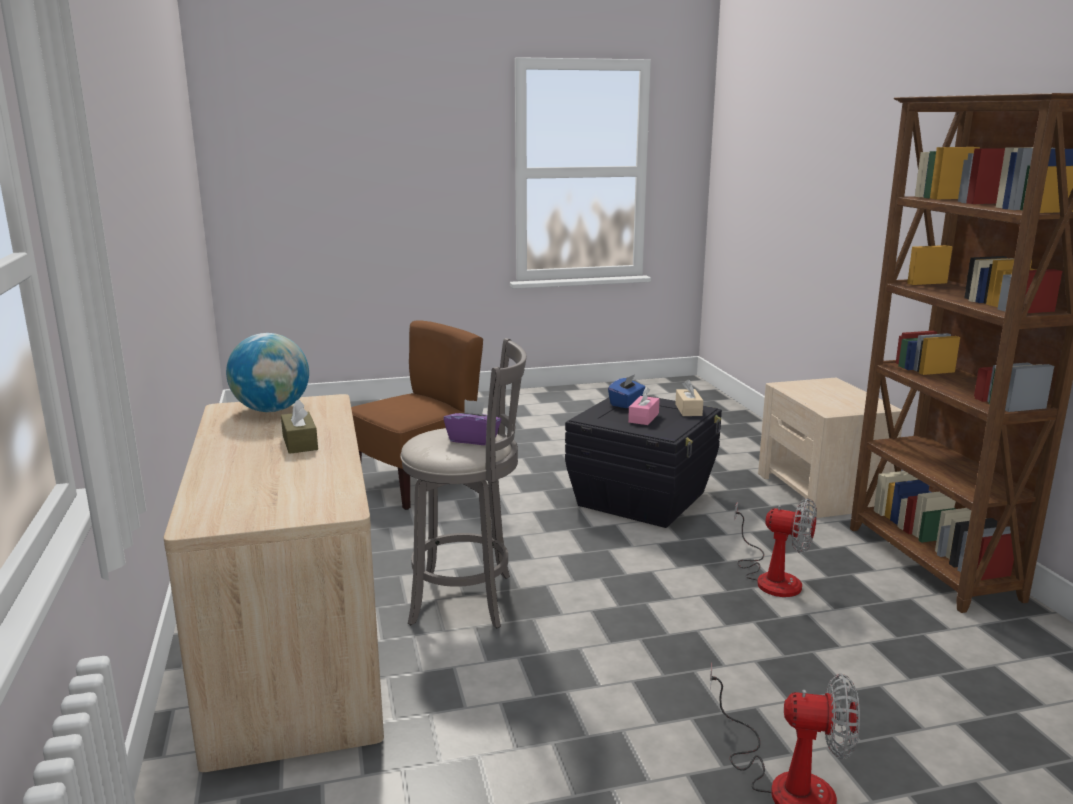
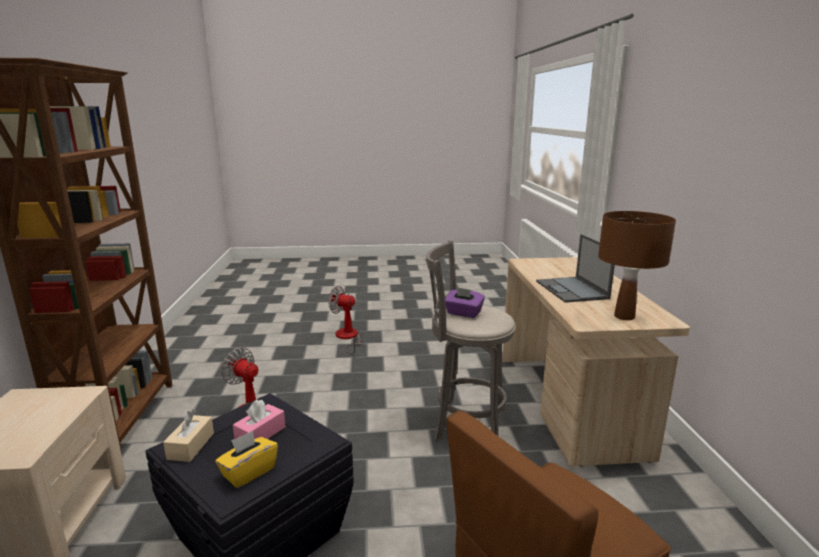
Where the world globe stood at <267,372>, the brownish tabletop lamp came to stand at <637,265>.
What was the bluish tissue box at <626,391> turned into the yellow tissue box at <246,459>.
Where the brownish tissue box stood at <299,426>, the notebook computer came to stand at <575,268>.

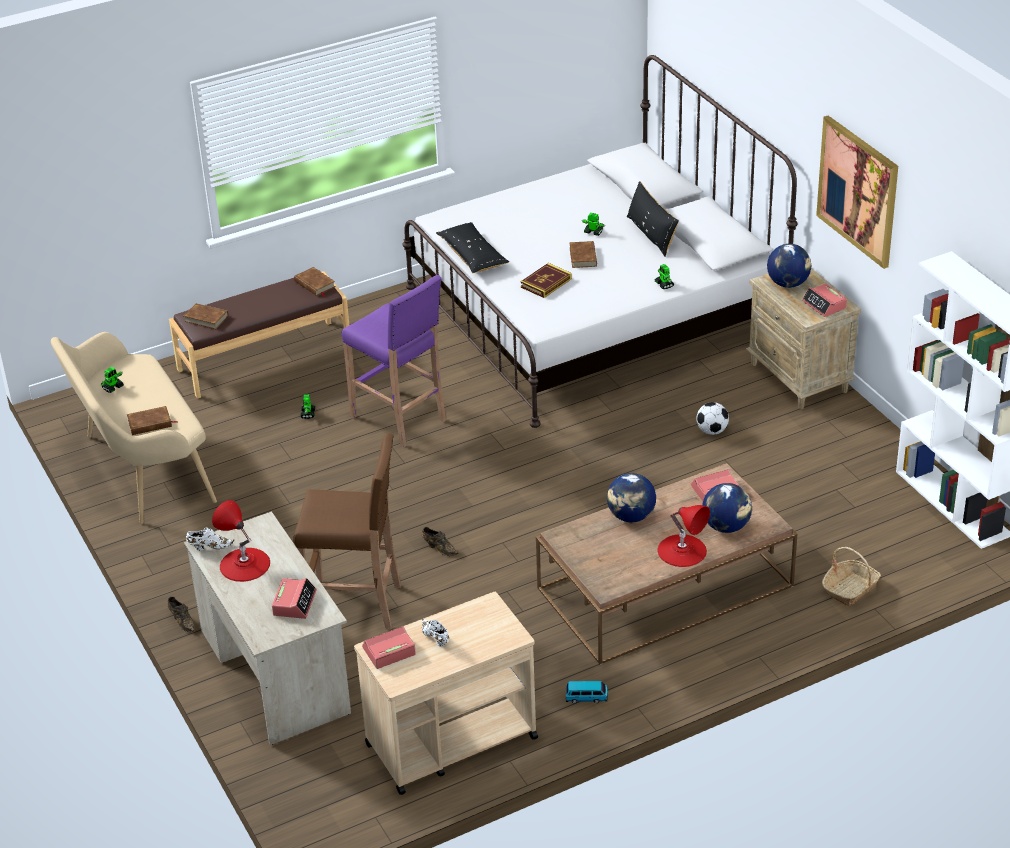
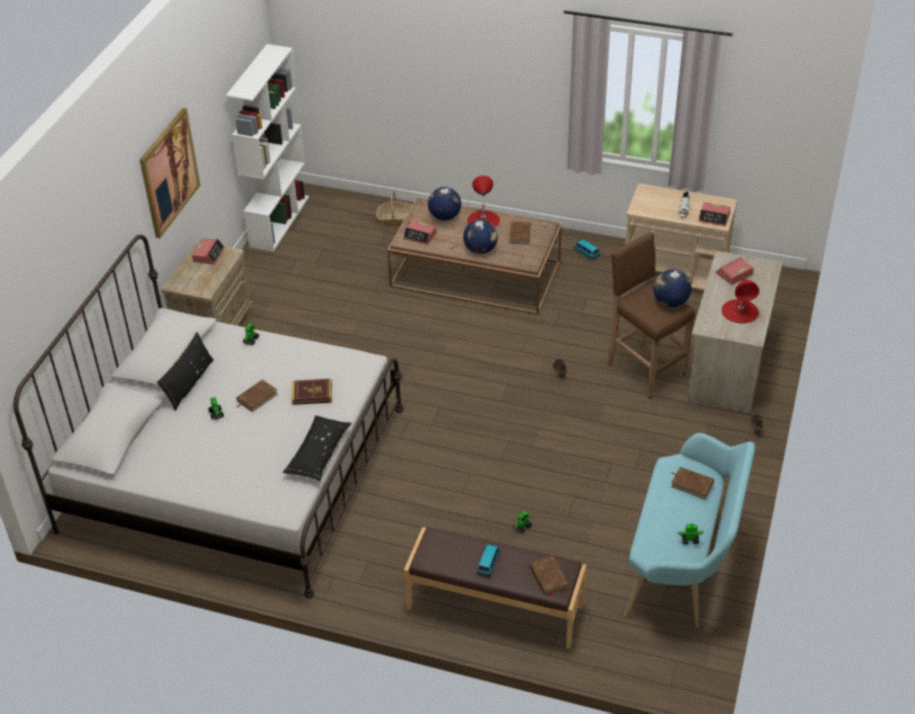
The world globe ended up elsewhere, having gone from <789,266> to <672,288>.
The brownish bound book ended up elsewhere, having gone from <314,282> to <519,233>.
The second view lost the purplish stool seat at <393,361>.
What was the beige indoor bench at <134,428> turned into the blue-green indoor bench at <689,530>.
The second view lost the ball for football at <712,418>.
The second view lost the white-coloured item of footwear at <210,539>.
The second view gained the toy car at <489,560>.

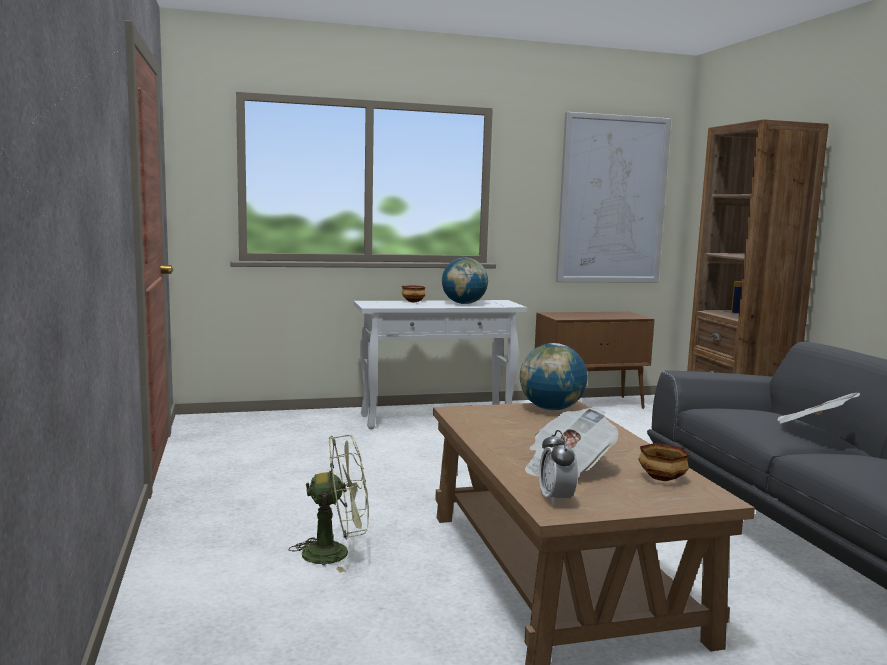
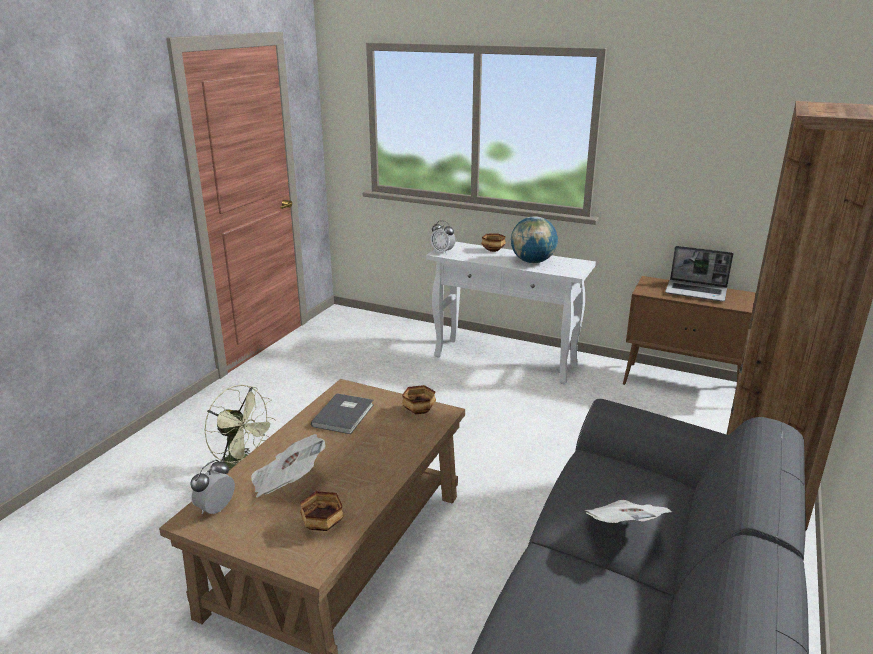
The second view lost the wall picture at <613,197>.
Where the world globe stood at <554,376>, the serving bowl came to stand at <419,399>.
The second view gained the alarm clock at <443,237>.
The second view gained the notebook computer at <699,273>.
The second view gained the gray bound book at <342,413>.

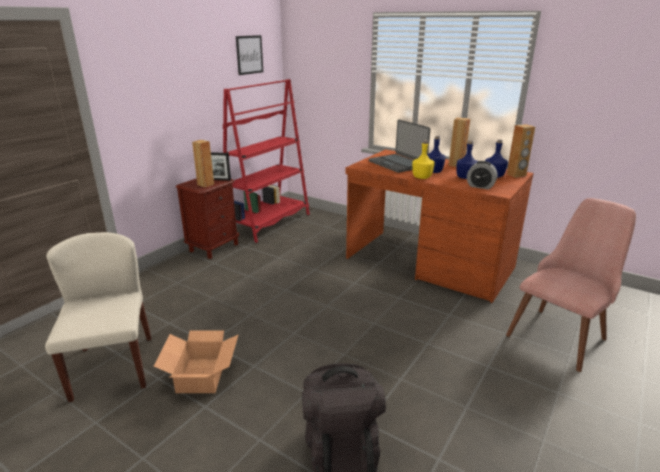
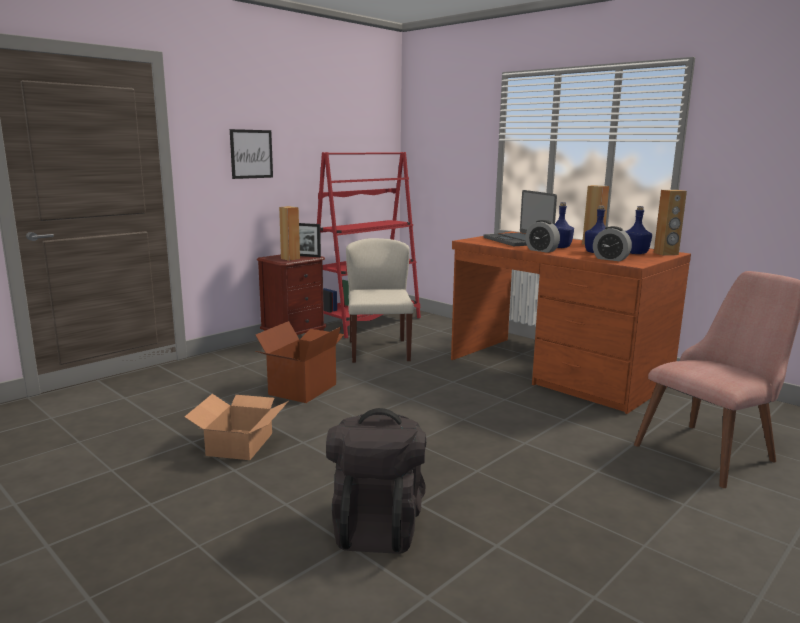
The wall picture ended up elsewhere, having gone from <249,55> to <251,154>.
Where the yellow beverage bottle stood at <423,159>, the alarm clock came to stand at <542,236>.
The beige chair ended up elsewhere, having gone from <98,317> to <380,300>.
The second view gained the carton at <300,362>.

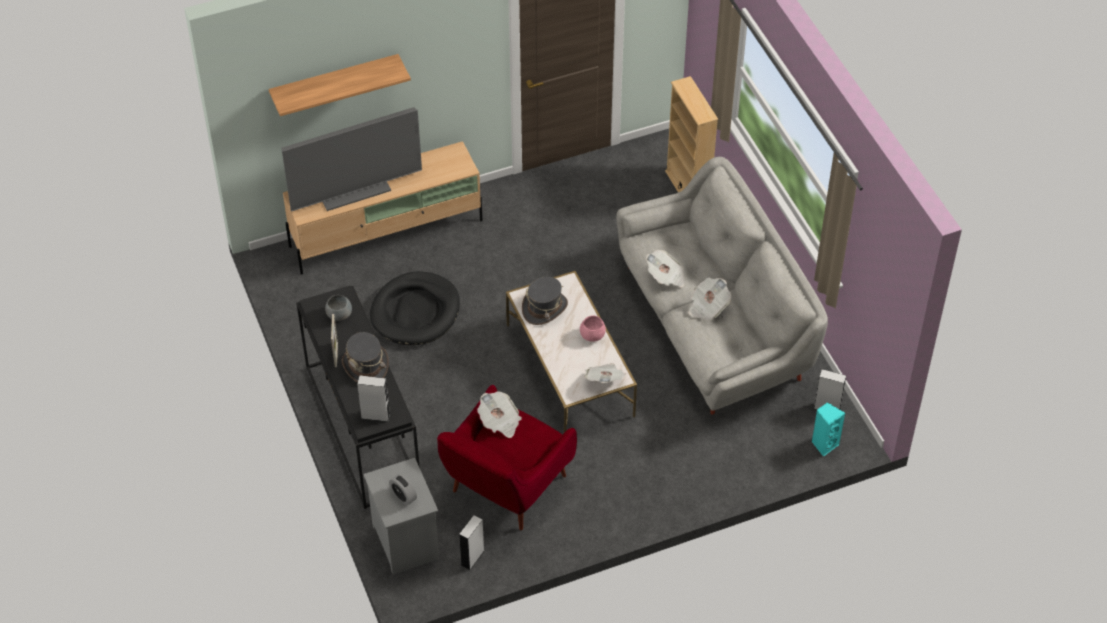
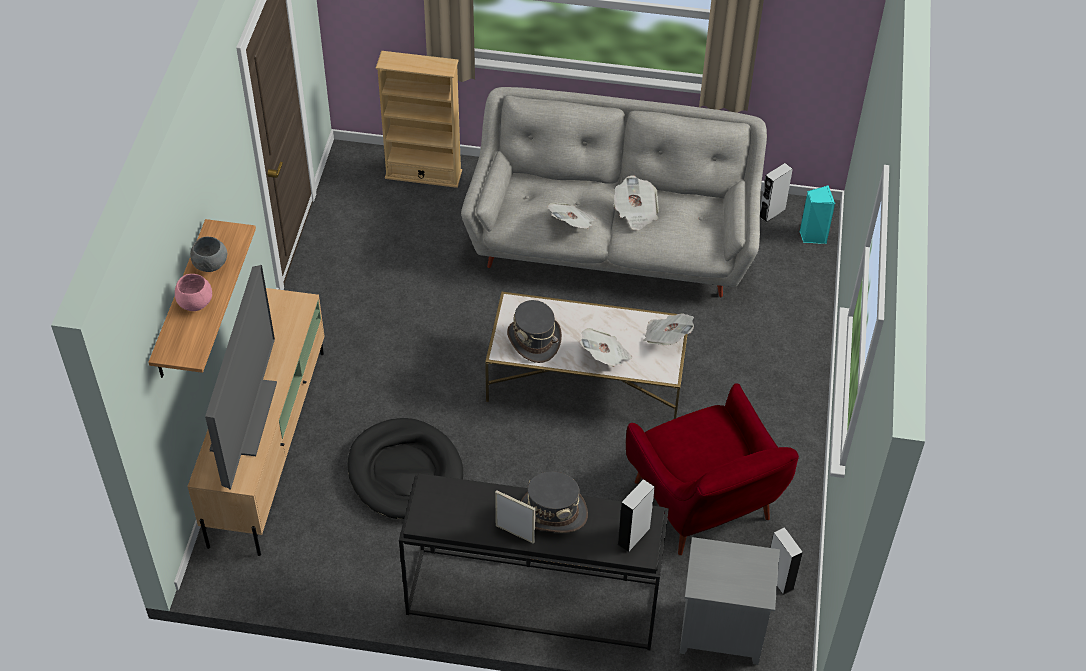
The gray serving bowl ended up elsewhere, having gone from <338,308> to <208,254>.
The pink serving bowl ended up elsewhere, having gone from <593,329> to <193,292>.
The printed paper ended up elsewhere, having gone from <499,414> to <605,347>.
The second view lost the alarm clock at <403,489>.

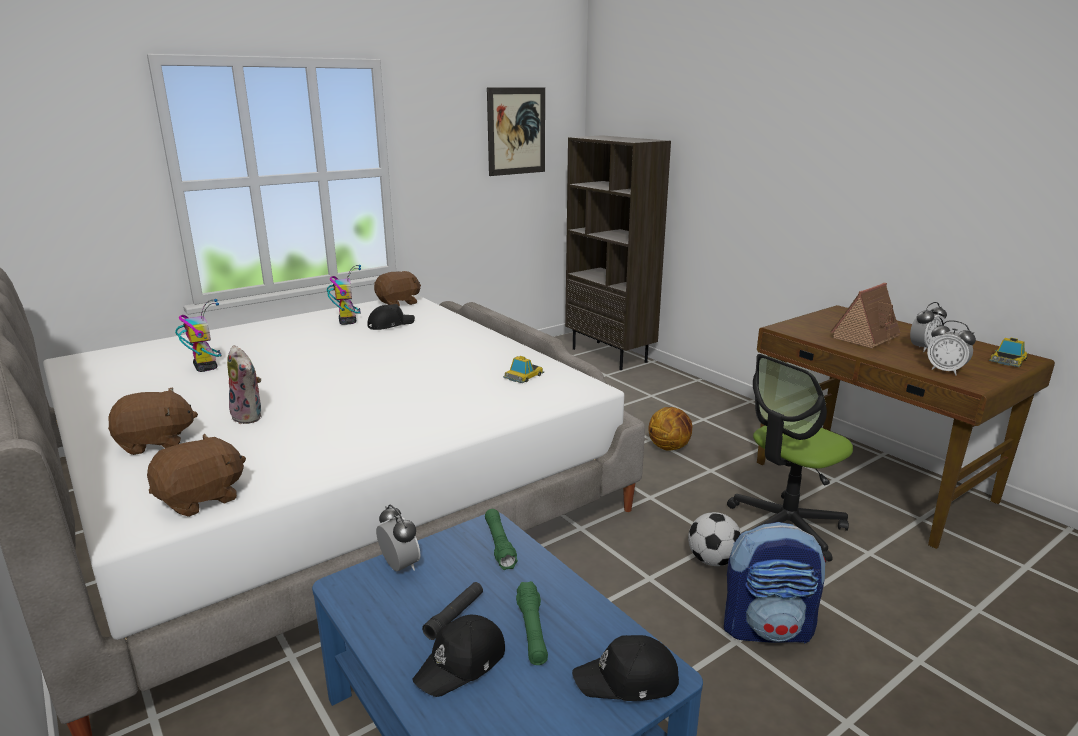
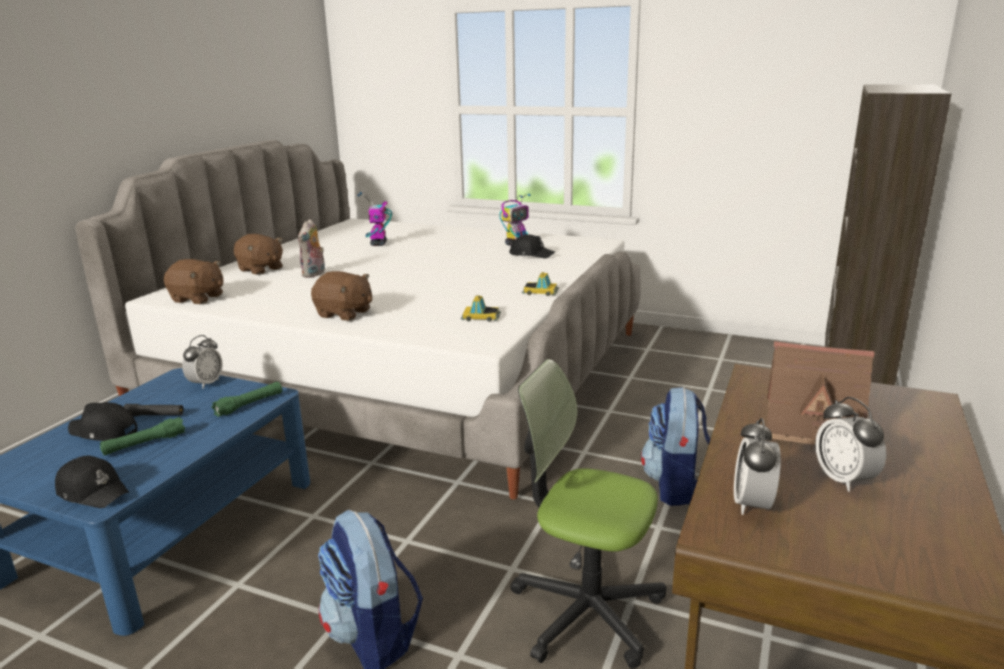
The second view lost the wall picture at <516,131>.
The brownish plush toy ended up elsewhere, having gone from <397,289> to <341,296>.
The robot figure at <198,335> ended up facing another way, 150 degrees clockwise from before.
The alarm clock at <928,327> ended up facing another way, 45 degrees clockwise from before.
The toy car ended up elsewhere, having gone from <1008,352> to <540,284>.
Where the ball for basketball stood at <670,429>, the backpack came to stand at <676,446>.
The second view lost the ball for football at <714,539>.
The black peaked cap at <625,668> ended up facing another way, 150 degrees clockwise from before.

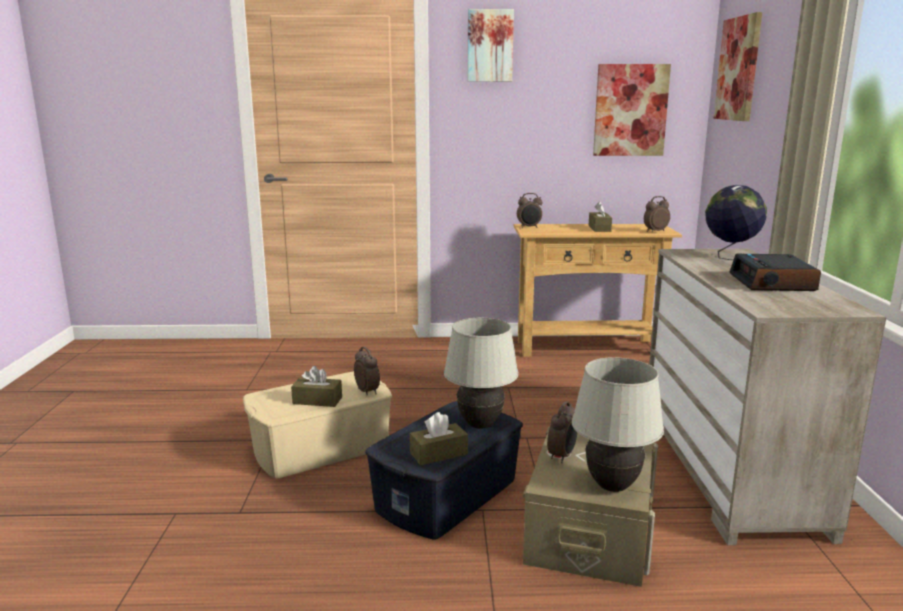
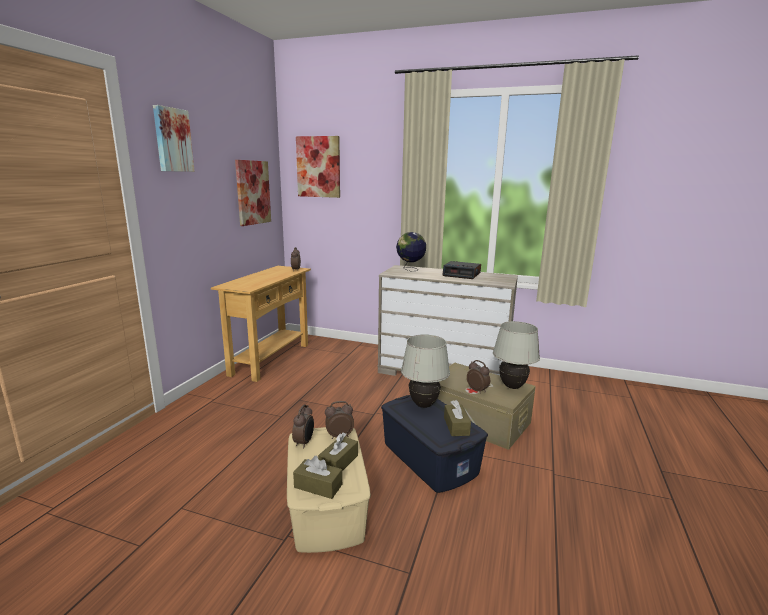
The alarm clock ended up elsewhere, having gone from <530,210> to <303,426>.
The brownish tissue box ended up elsewhere, having gone from <600,216> to <317,477>.

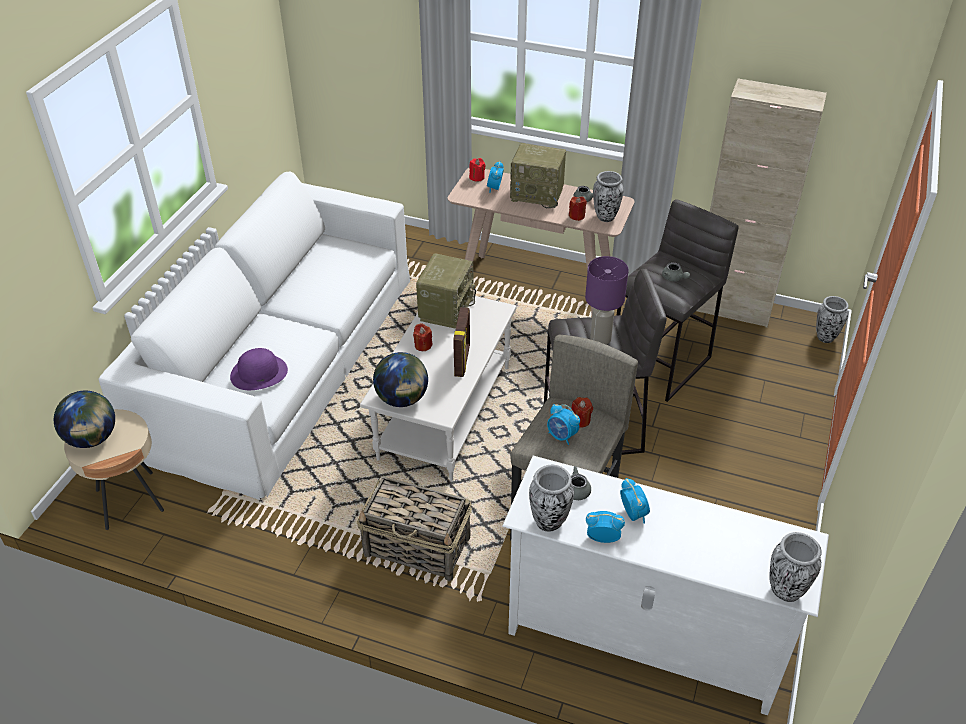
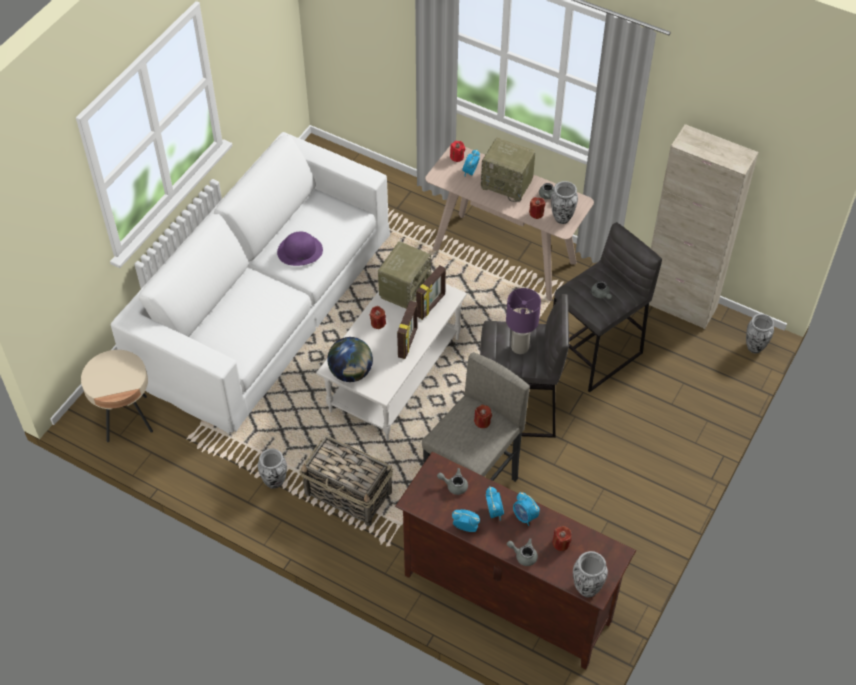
The purplish hat ended up elsewhere, having gone from <259,369> to <300,248>.
The second view lost the world globe at <84,419>.
The alarm clock ended up elsewhere, having gone from <563,424> to <526,509>.
What was the white-coloured tv stand at <665,585> turned into the brownish tv stand at <515,561>.
The vase ended up elsewhere, having gone from <551,498> to <272,469>.
The second view gained the photo frame at <431,292>.
The second view gained the red-coloured candle at <562,538>.
The second view gained the gray teapot at <522,552>.

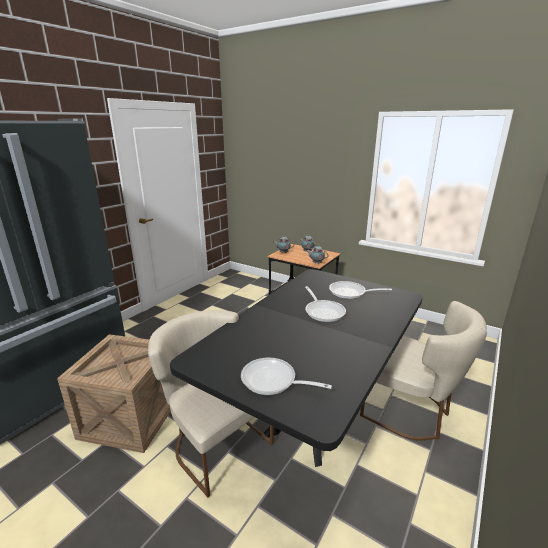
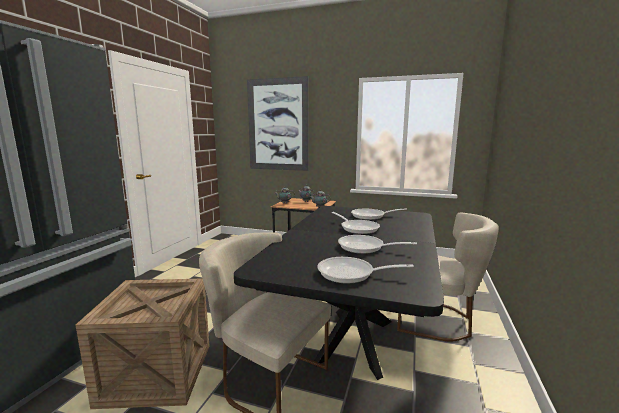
The second view gained the wall picture at <278,123>.
The second view gained the frying pan at <377,244>.

